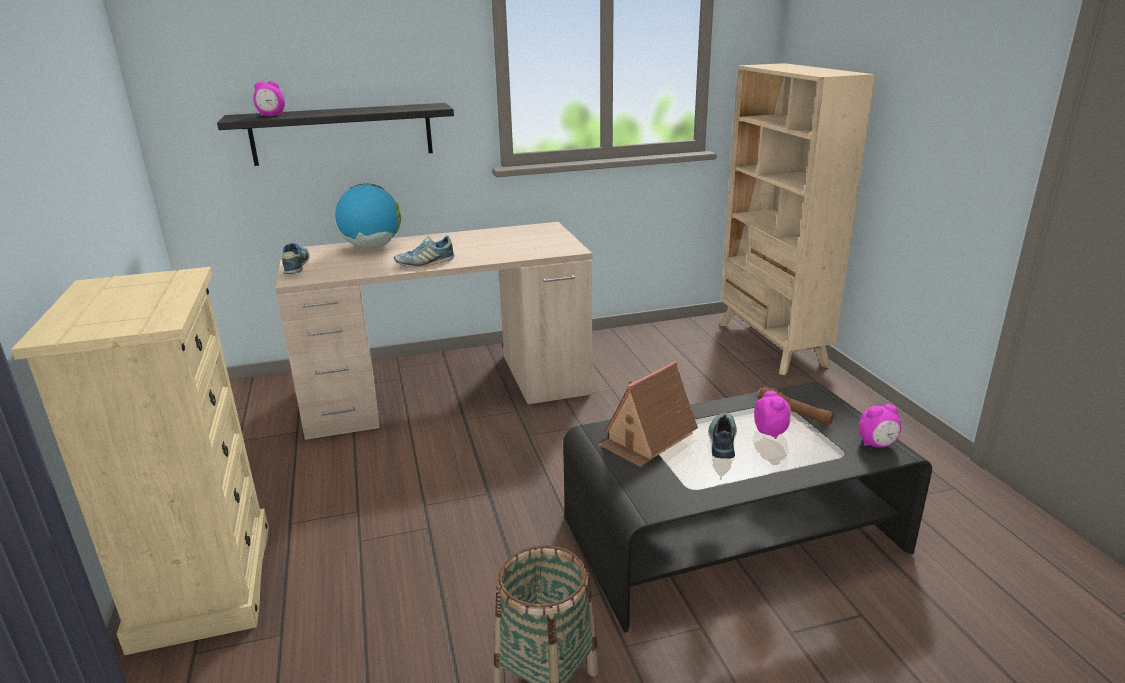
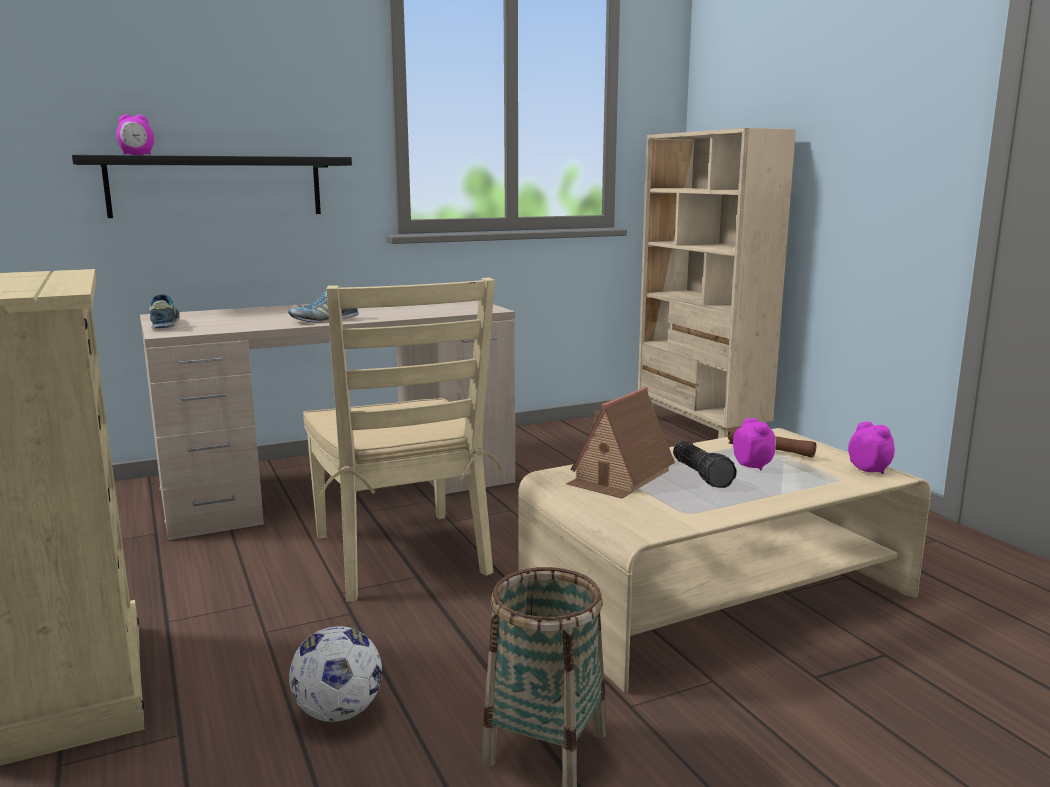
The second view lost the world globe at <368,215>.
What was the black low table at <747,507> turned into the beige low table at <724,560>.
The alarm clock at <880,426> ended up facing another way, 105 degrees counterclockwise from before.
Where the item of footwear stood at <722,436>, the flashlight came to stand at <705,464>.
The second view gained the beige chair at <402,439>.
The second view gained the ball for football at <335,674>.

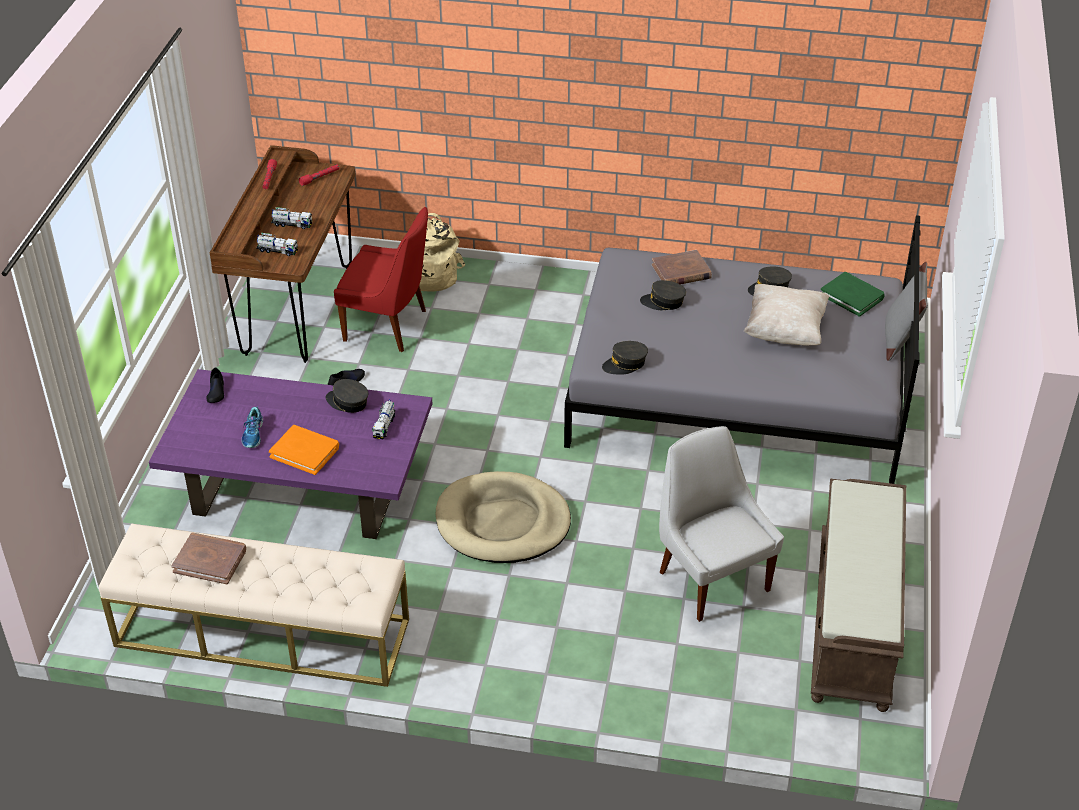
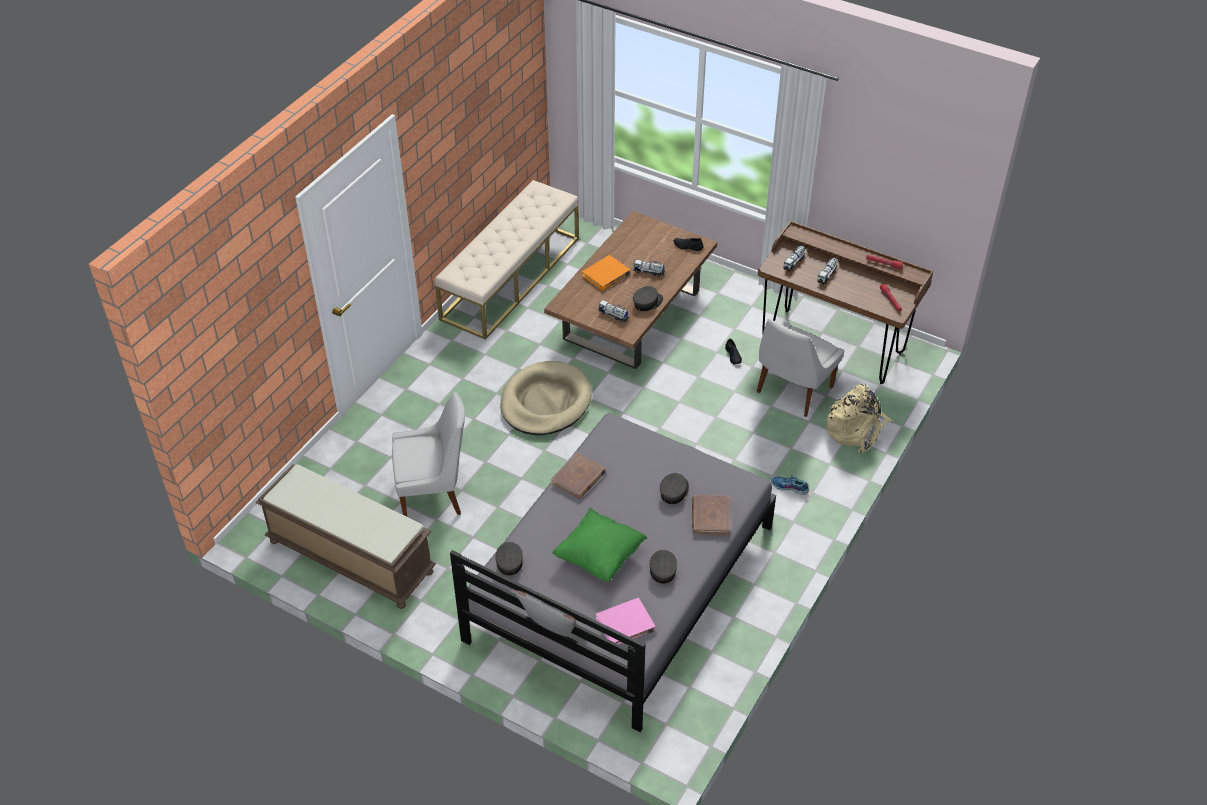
What was the red-coloured chair at <381,279> turned into the white-coloured chair at <801,367>.
What was the green-coloured bound book at <853,294> turned into the pink bound book at <626,621>.
What was the beige pillow at <787,315> turned into the green-coloured pillow at <599,545>.
The gray peaked cap ended up elsewhere, having gone from <625,358> to <509,559>.
What was the purplish low table at <291,454> turned into the brownish low table at <630,290>.
The item of footwear ended up elsewhere, having gone from <252,427> to <790,485>.
The brownish bound book ended up elsewhere, having gone from <208,558> to <578,476>.
The second view gained the model truck at <649,268>.

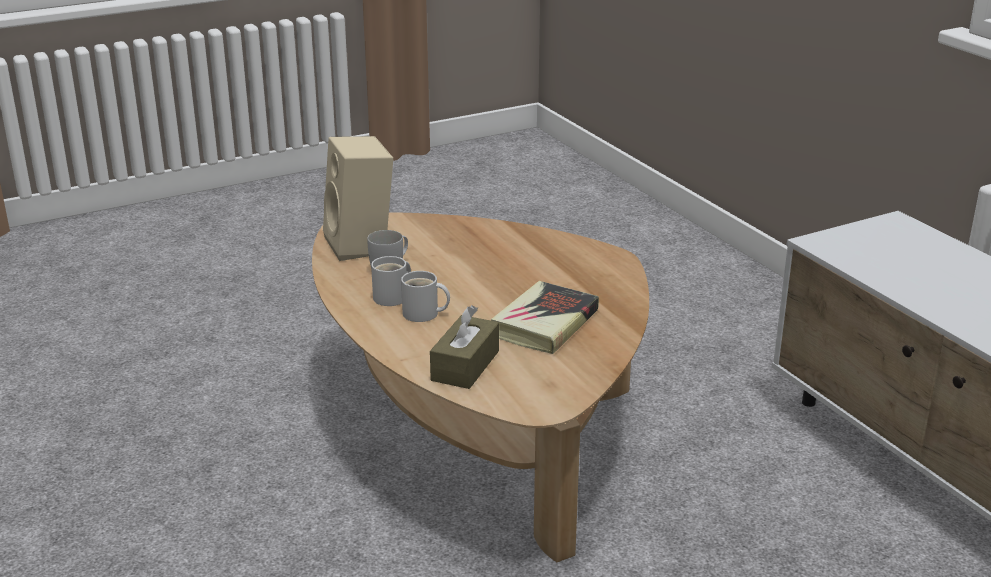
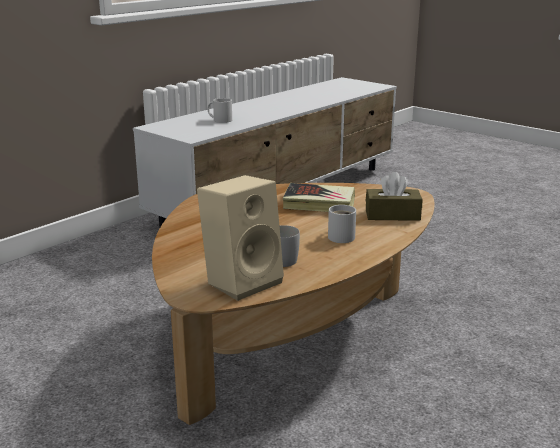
The white-coloured tea mug ended up elsewhere, having gone from <391,281> to <219,110>.

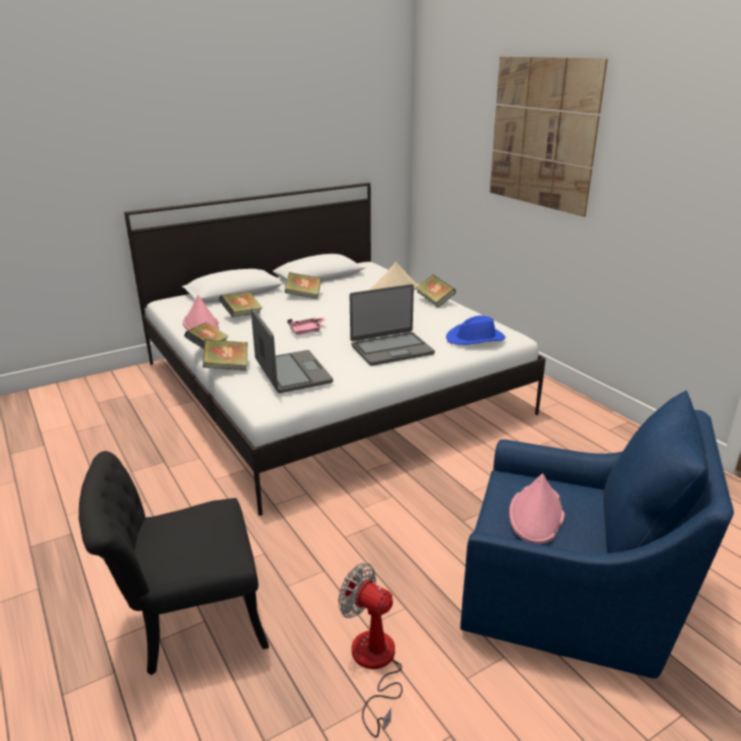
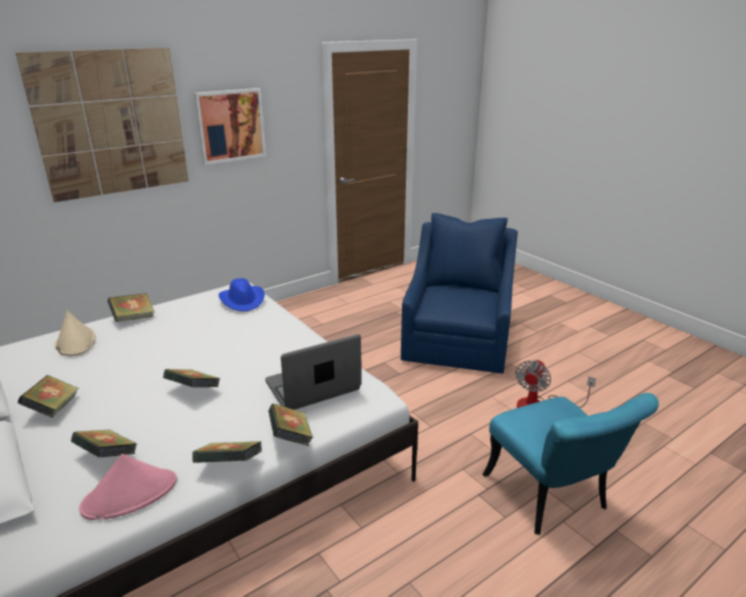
The second view lost the notebook computer at <392,325>.
Where the pink carrying tray stood at <306,326>, the bound book came to stand at <191,378>.
What was the black chair at <174,563> turned into the blue-green chair at <571,464>.
The second view lost the pink hat at <537,509>.
The second view gained the wall picture at <230,126>.

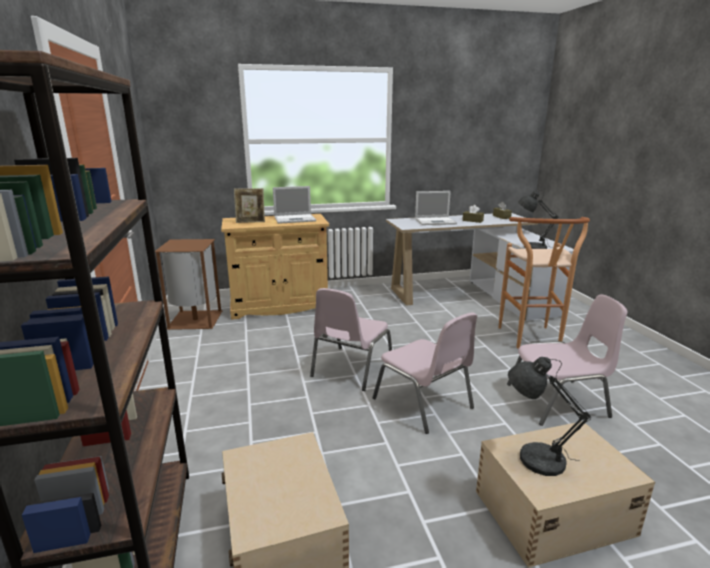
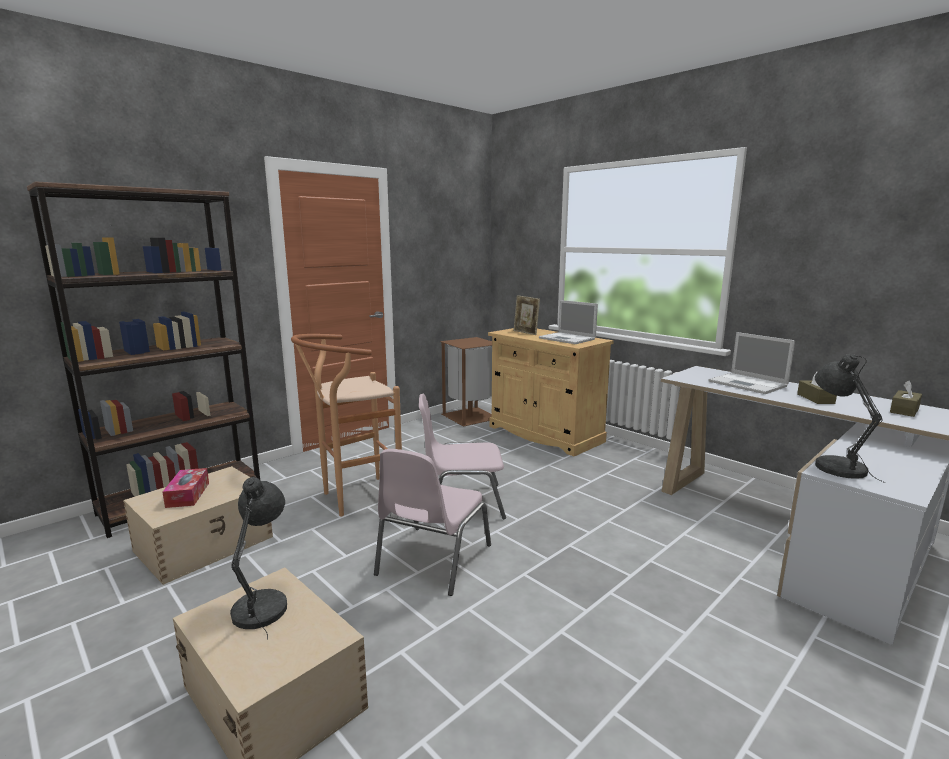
The brownish stool seat ended up elsewhere, having gone from <544,283> to <346,425>.
The second view lost the pink chair at <567,360>.
The second view gained the tissue box at <185,488>.

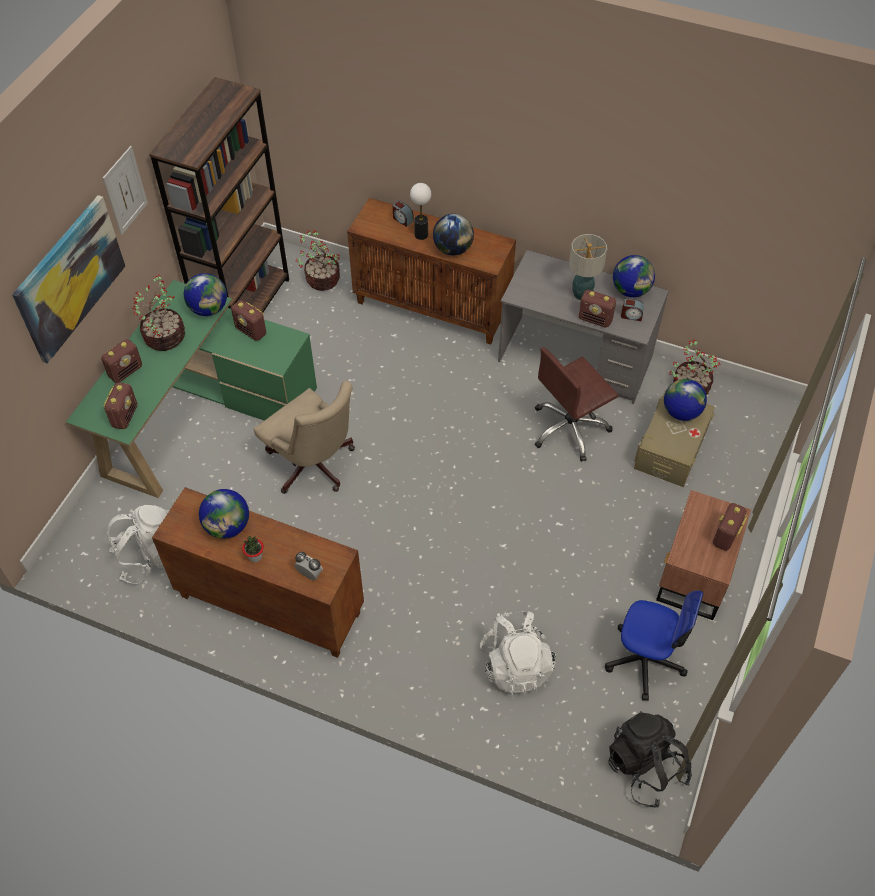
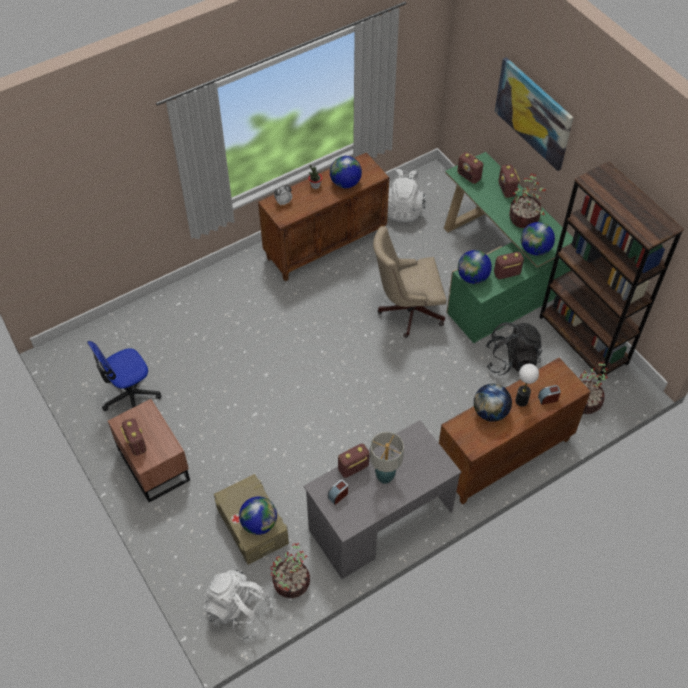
The second view lost the wall picture at <125,190>.
The world globe ended up elsewhere, having gone from <634,276> to <475,267>.
The second view lost the brownish desk chair at <576,404>.
The white-coloured backpack ended up elsewhere, having gone from <518,653> to <238,604>.
The black backpack ended up elsewhere, having gone from <650,759> to <514,348>.

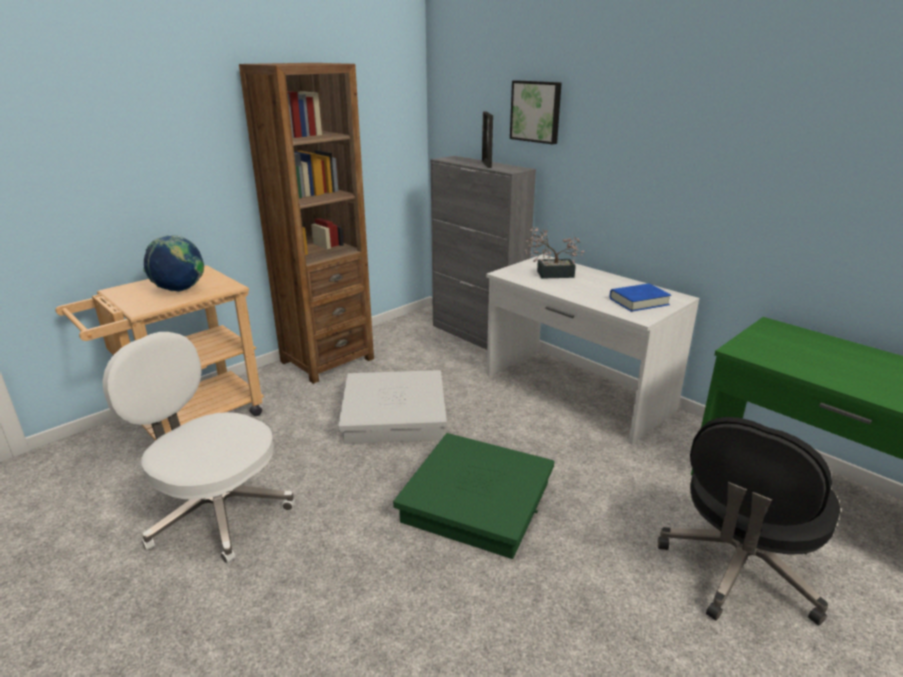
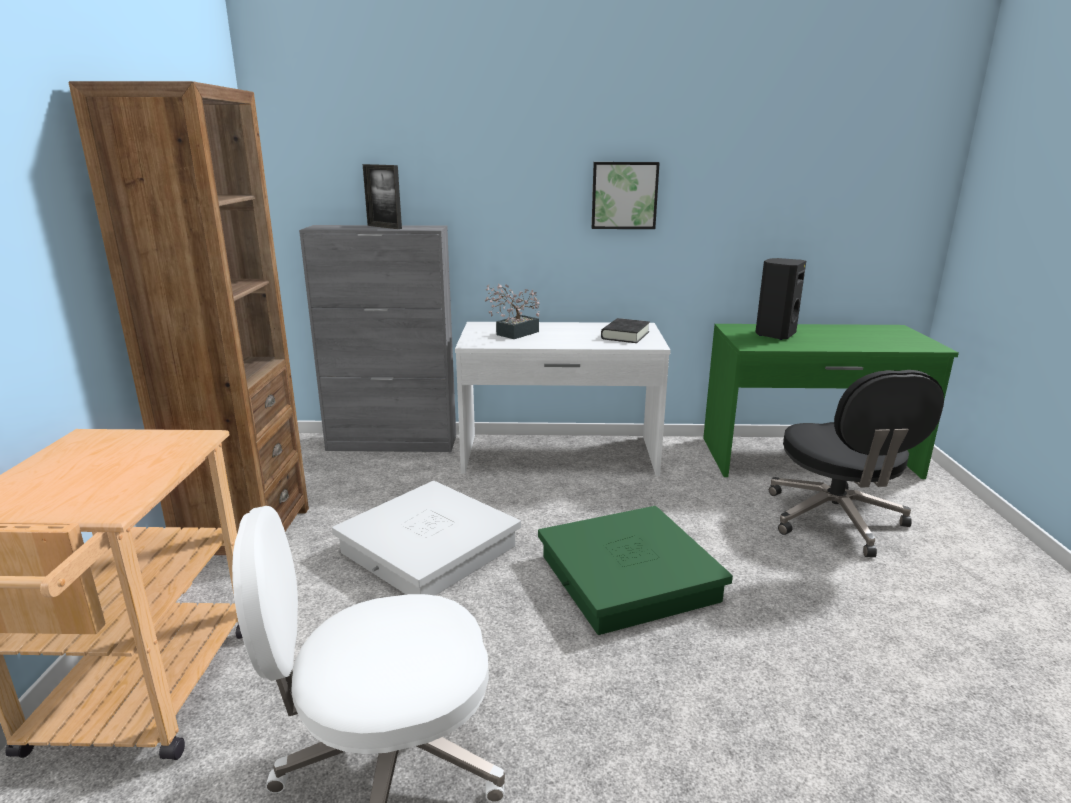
The wall picture ended up elsewhere, having gone from <536,112> to <626,195>.
The second view lost the world globe at <173,263>.
What was the bluish bound book at <640,297> turned into the black bound book at <625,330>.
The second view gained the black loudspeaker at <780,299>.

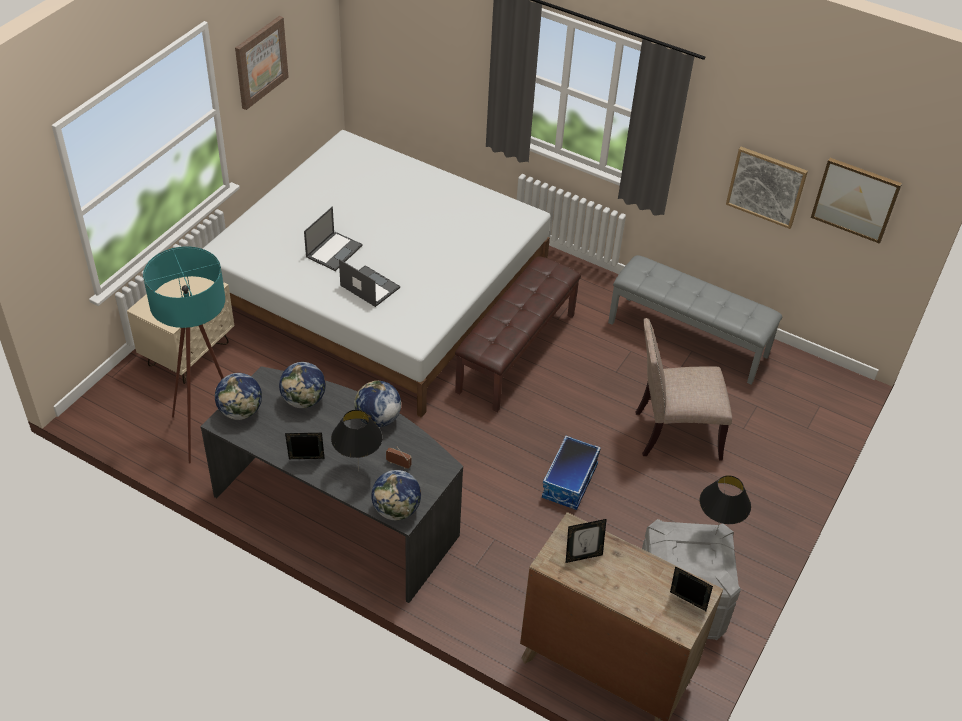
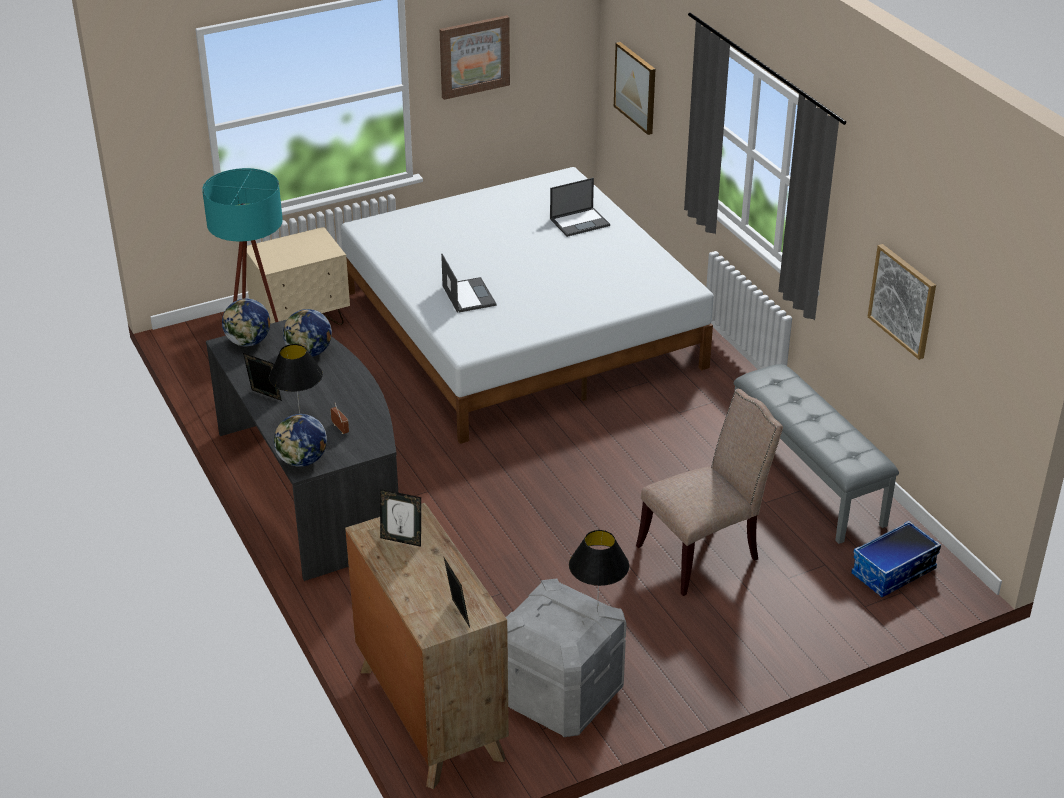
The wall picture ended up elsewhere, having gone from <856,201> to <634,88>.
The notebook computer ended up elsewhere, having gone from <333,239> to <580,207>.
The second view lost the brownish indoor bench at <518,334>.
The beige chair at <683,389> ended up facing another way, 120 degrees clockwise from before.
The second view lost the world globe at <377,404>.
The storage container ended up elsewhere, having gone from <571,472> to <896,559>.

